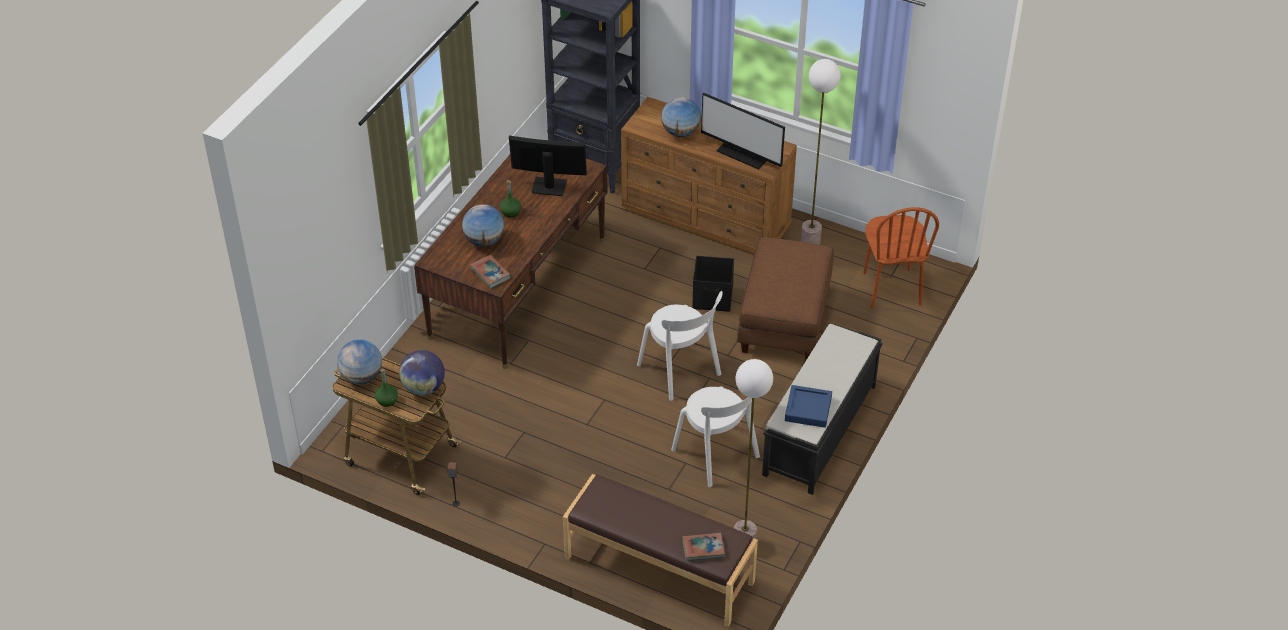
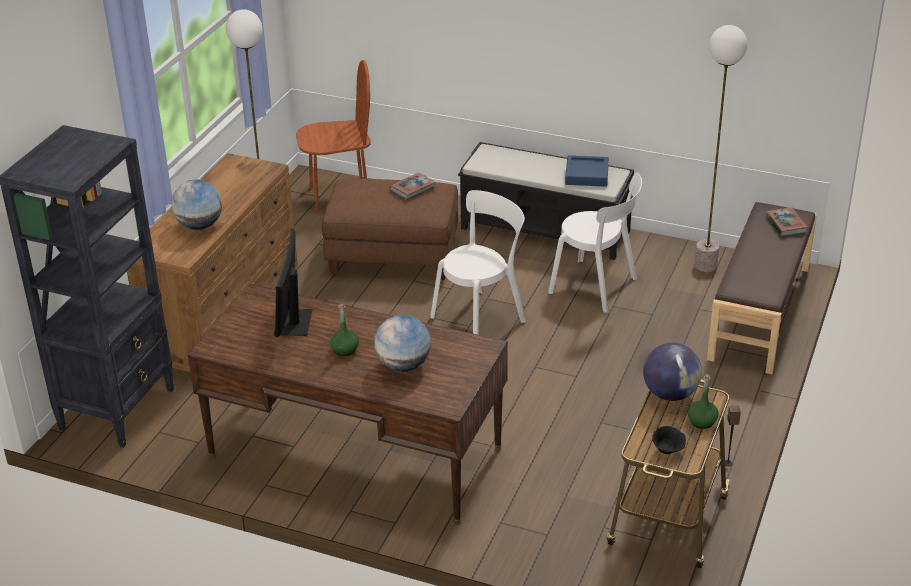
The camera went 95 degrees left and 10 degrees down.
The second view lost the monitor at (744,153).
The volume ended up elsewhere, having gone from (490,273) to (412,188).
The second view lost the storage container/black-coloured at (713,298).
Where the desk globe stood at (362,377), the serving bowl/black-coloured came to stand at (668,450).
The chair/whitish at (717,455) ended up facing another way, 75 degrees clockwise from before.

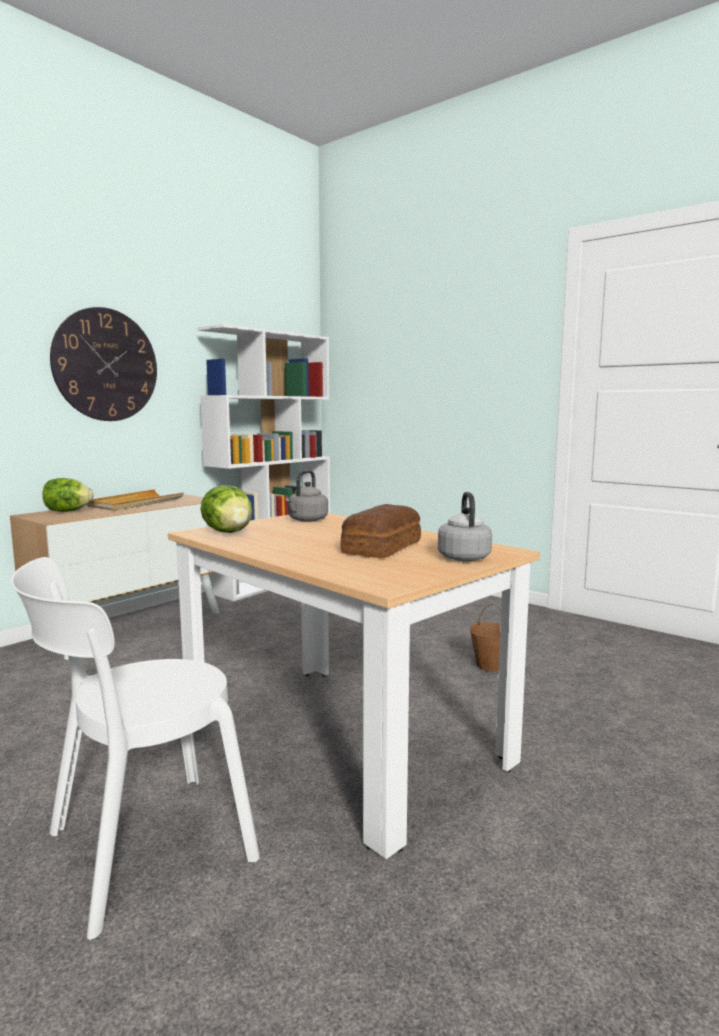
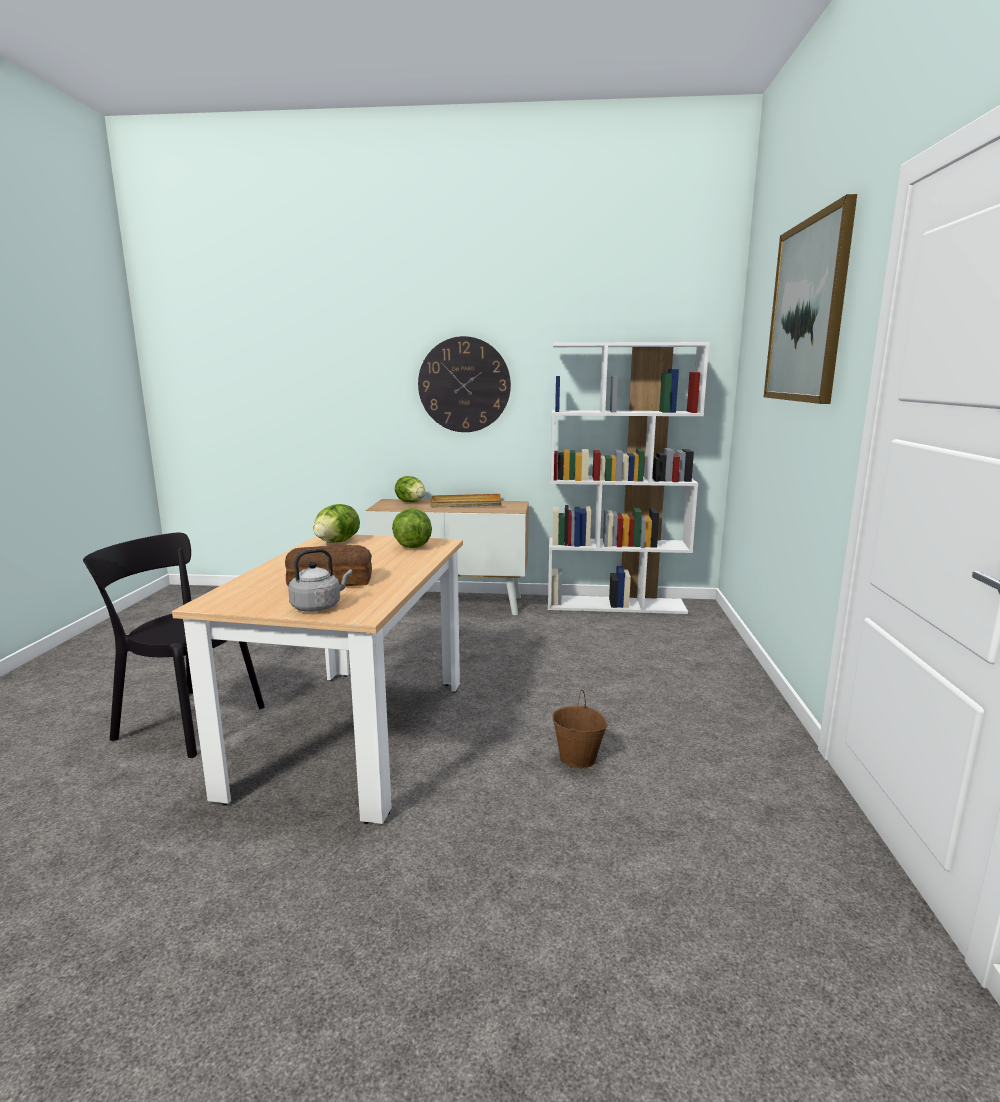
The camera went 55 degrees right and 5 degrees up.
Where the water kettle/greyish stood at (306,520), the lettuce head came to stand at (412,546).
What was the chair/whitish at (140,850) turned into the chair/black-coloured at (185,721).
The second view gained the wall art at (807,311).

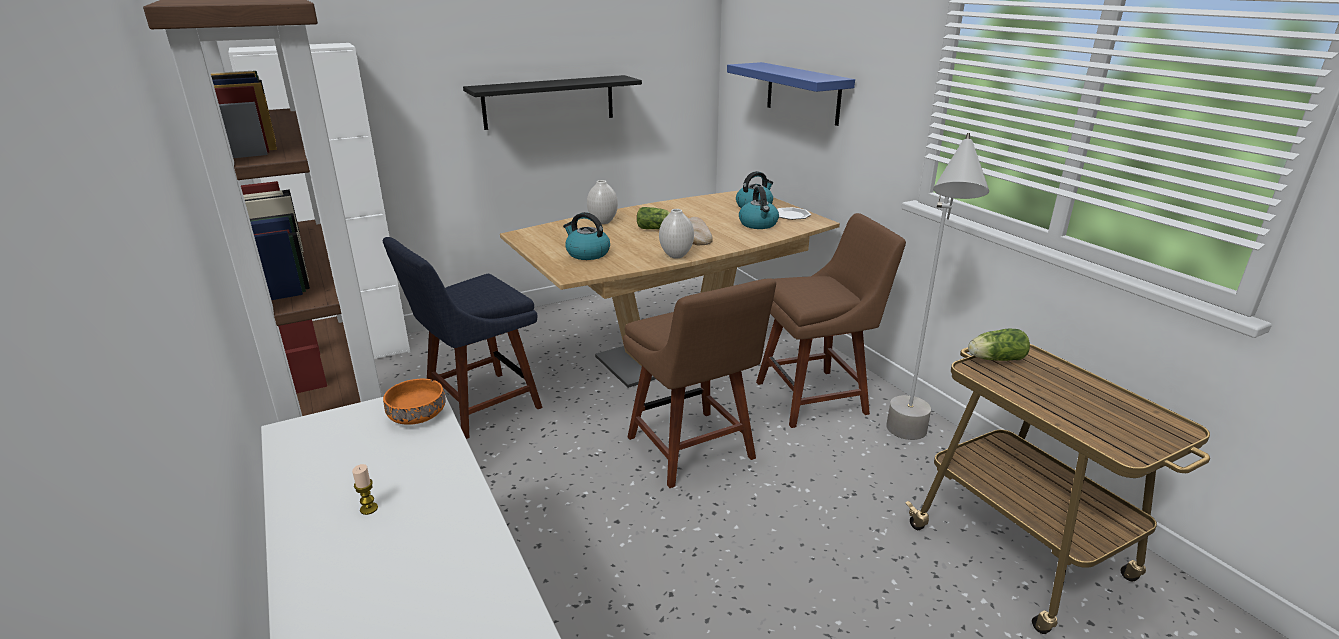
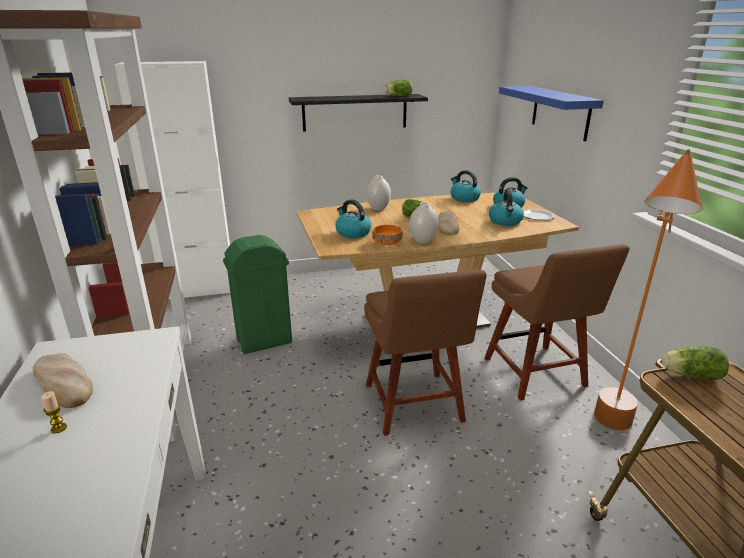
The camera went 15 degrees right and 0 degrees up.
What was the standard lamp/greyish at (908,447) turned into the standard lamp/orangey at (609,436).
The chair/brown-coloured at (816,396) ended up facing another way, 75 degrees clockwise from before.
Where the chair/blue stood at (477,406), the trash can/green came to stand at (263,341).
The serving bowl/orangey ended up elsewhere, having gone from (416,416) to (386,242).
The second view gained the lettuce head at (397,96).
The second view gained the water kettle at (464,198).
The second view gained the bakery bread at (64,383).

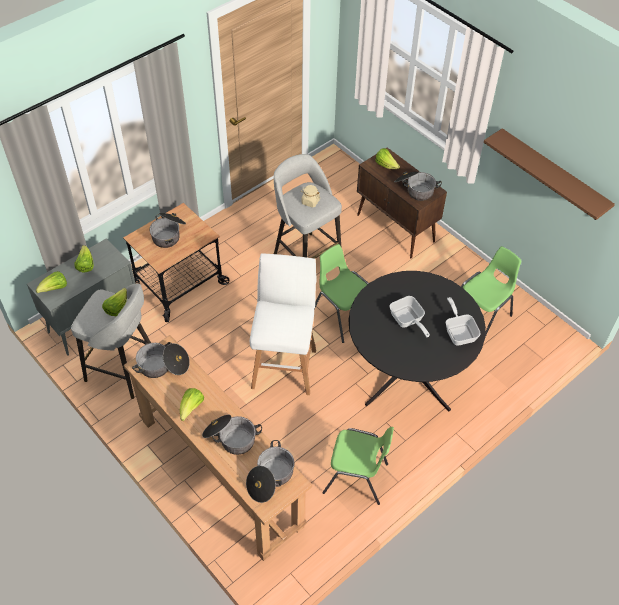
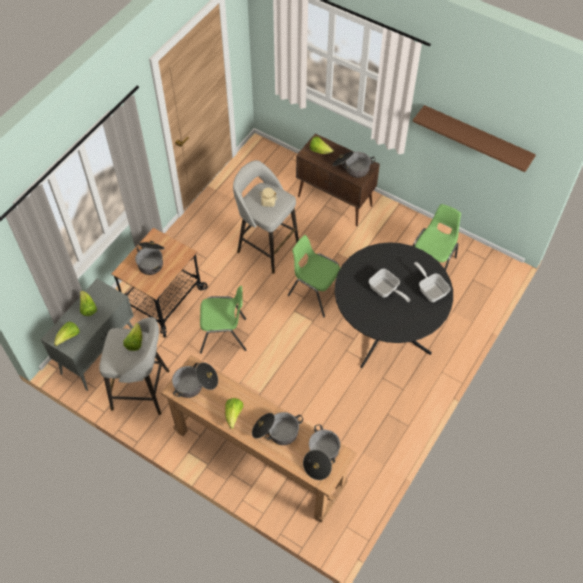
The camera went 15 degrees left and 5 degrees up.
The second view lost the stool/whitish at (284,366).
The chair/green ended up elsewhere, having gone from (356,478) to (224,335).

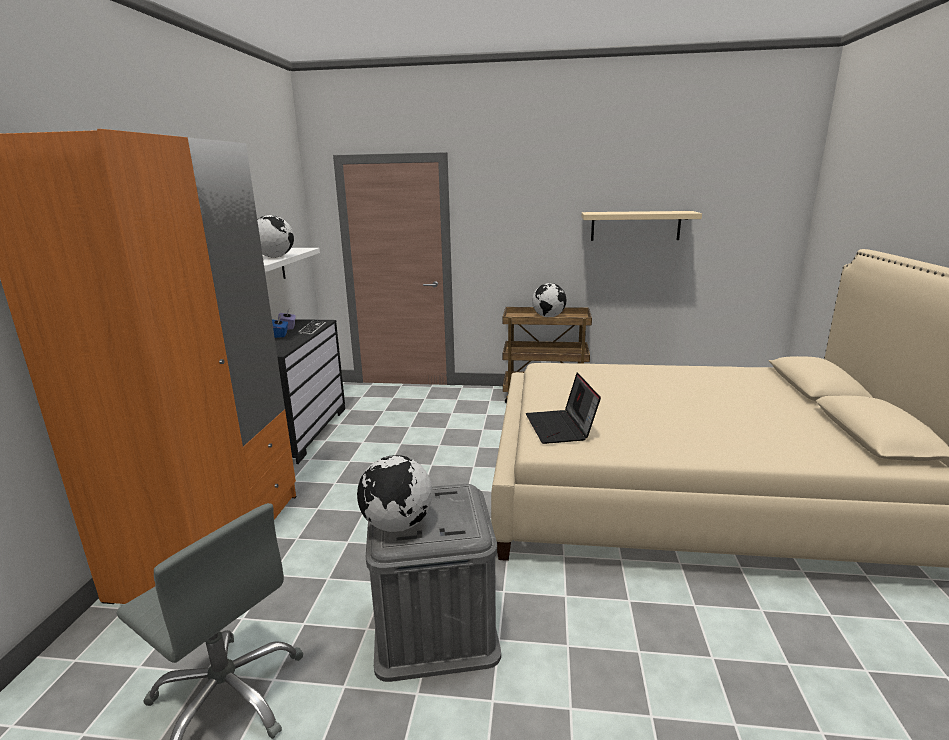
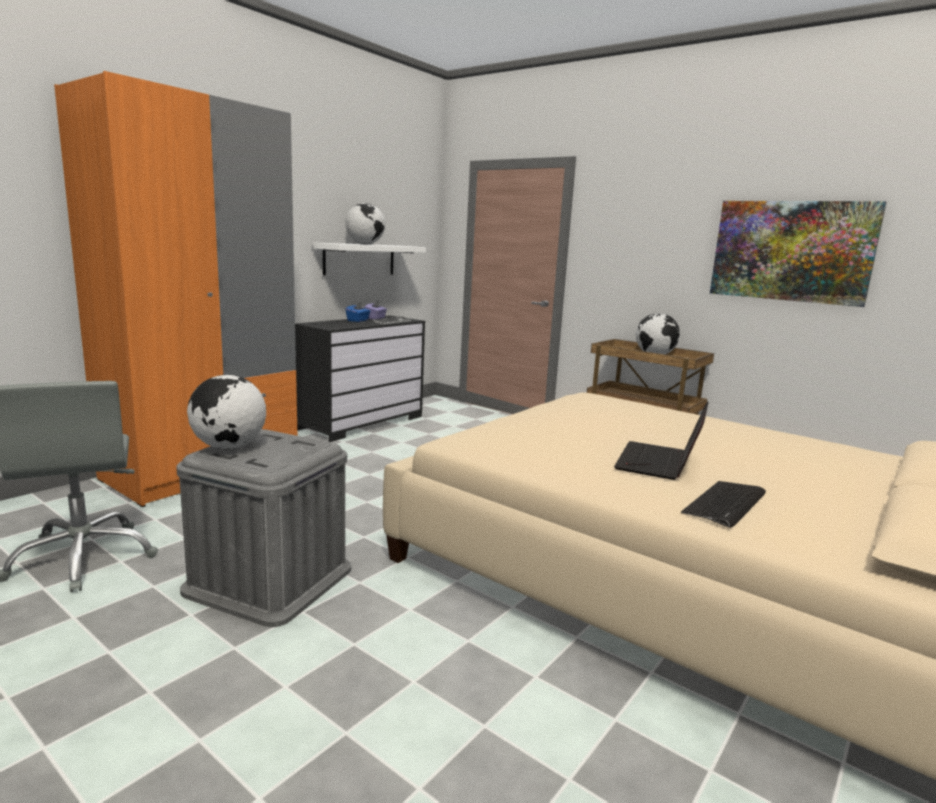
The camera went 30 degrees right and 5 degrees down.
Where the shelf/sand-coloured hung at (635,226), the wall art came to hang at (791,251).
The portable computer ended up elsewhere, having gone from (561,427) to (659,463).
The second view gained the keyboard at (725,504).

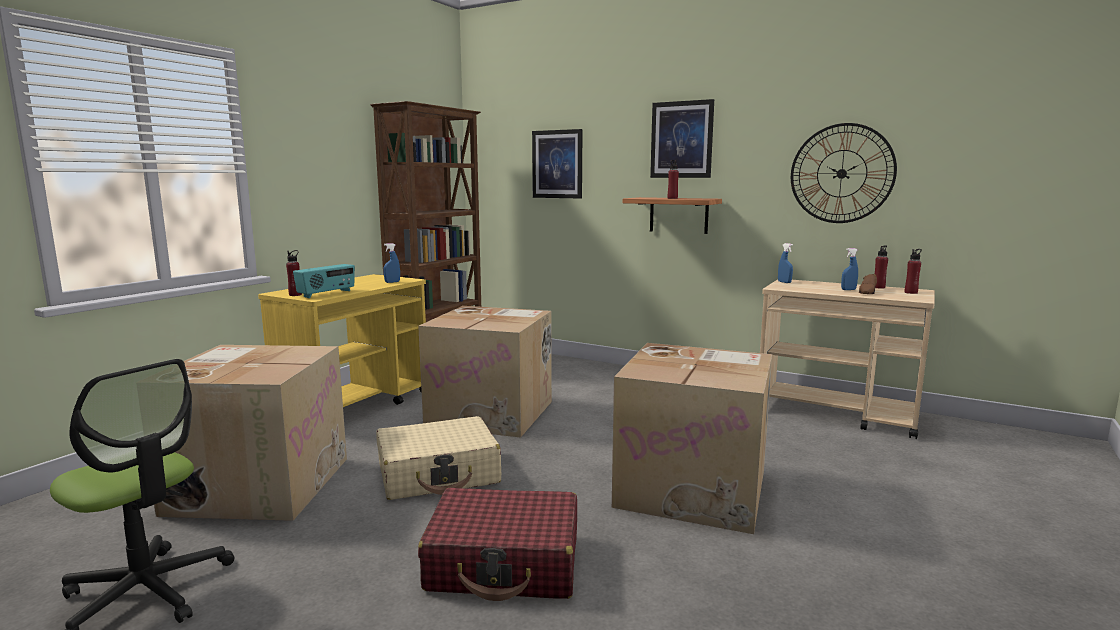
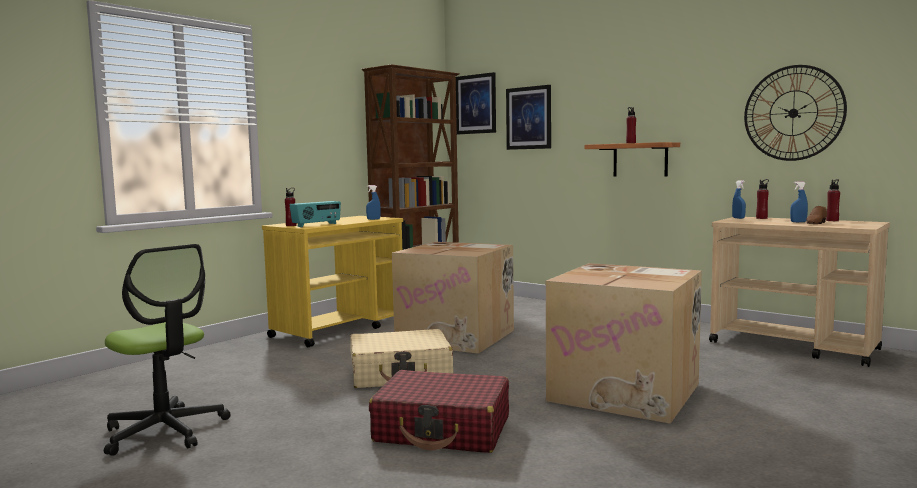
The camera went 10 degrees right and 5 degrees down.
The wall art ended up elsewhere, having gone from (681,139) to (476,104).
The drink bottle/red-coloured ended up elsewhere, having gone from (911,292) to (761,218).
The second view lost the carton at (259,484).

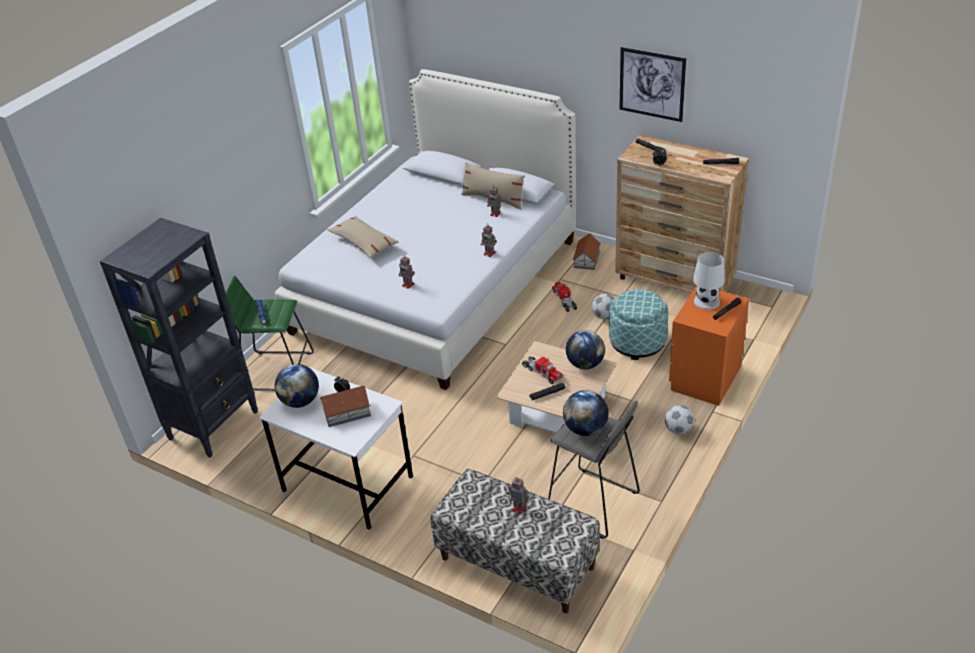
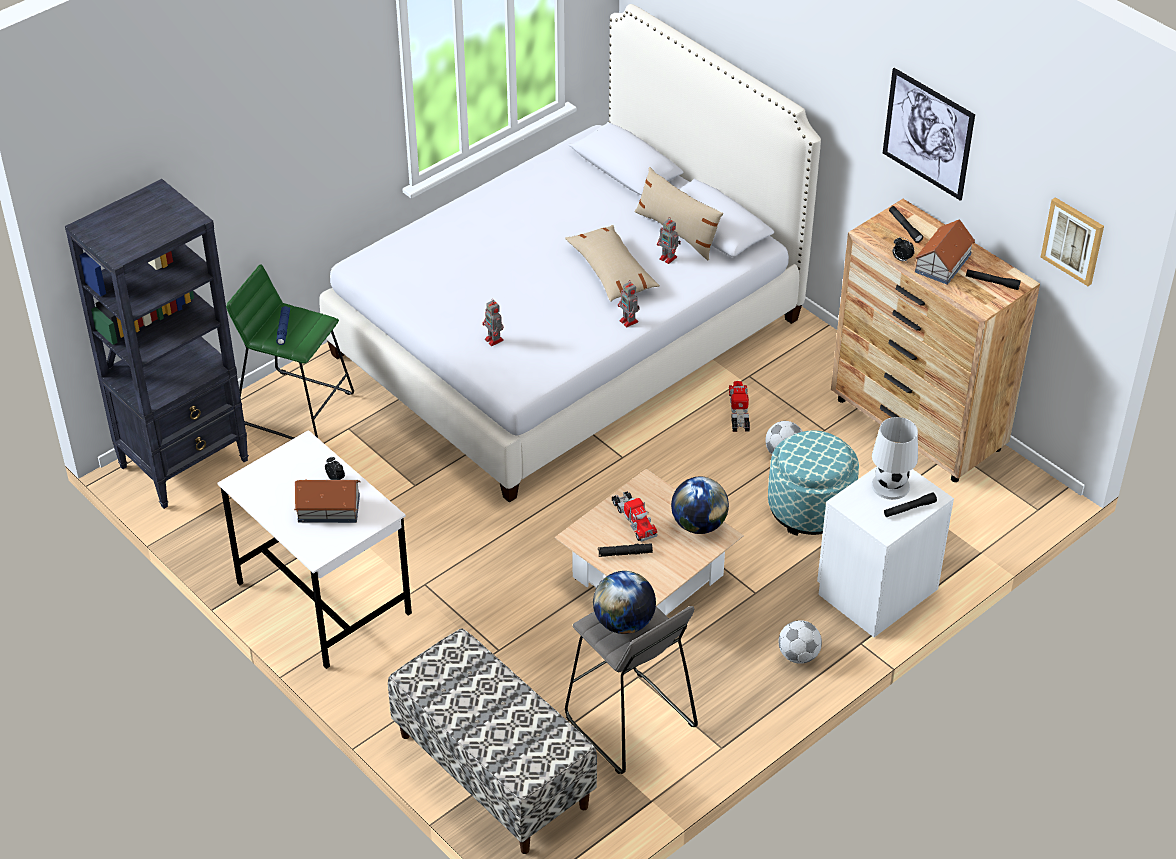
The camera went 15 degrees right and 5 degrees up.
The pillow/sand-coloured ended up elsewhere, having gone from (364,243) to (611,271).
The miniature house ended up elsewhere, having gone from (587,259) to (943,263).
What was the nightstand/orangey at (704,378) turned into the nightstand/whitish at (876,590).
The second view lost the desk globe at (300,401).
The second view lost the model robot at (518,508).
The second view gained the wall art at (1073,240).

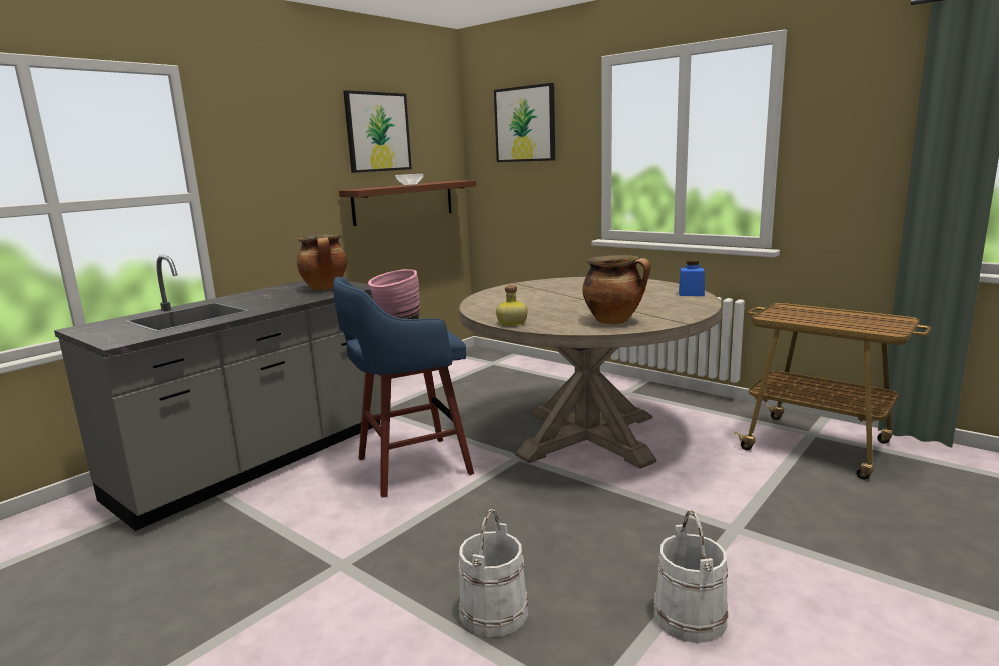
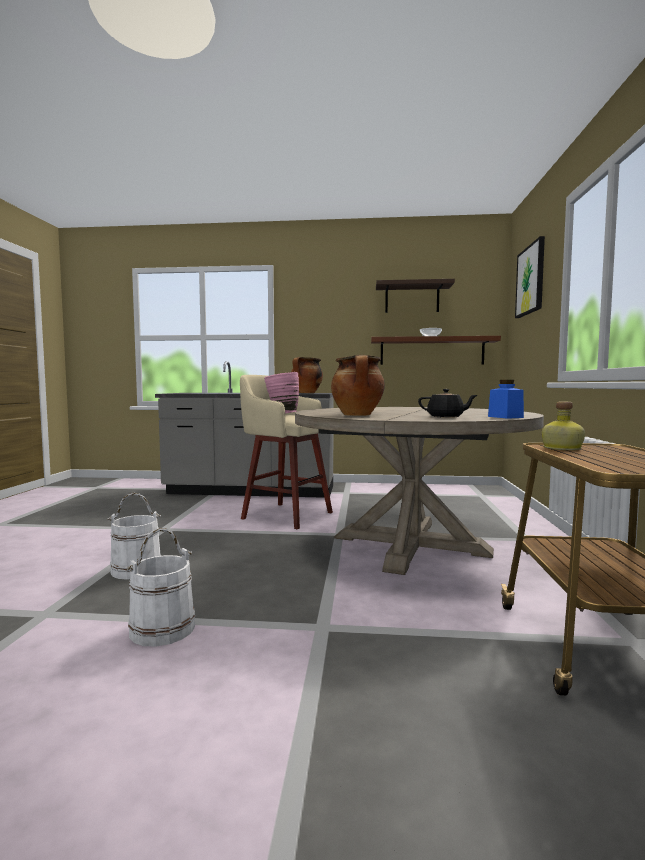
The camera went 55 degrees right and 10 degrees down.
Where the wall art hung at (377,132), the shelf came to hang at (412,298).
What was the stool/blue at (409,467) turned into the stool/sand-coloured at (285,515).
The drink bottle ended up elsewhere, having gone from (511,323) to (560,448).
The second view gained the tea pot/black-coloured at (446,417).

